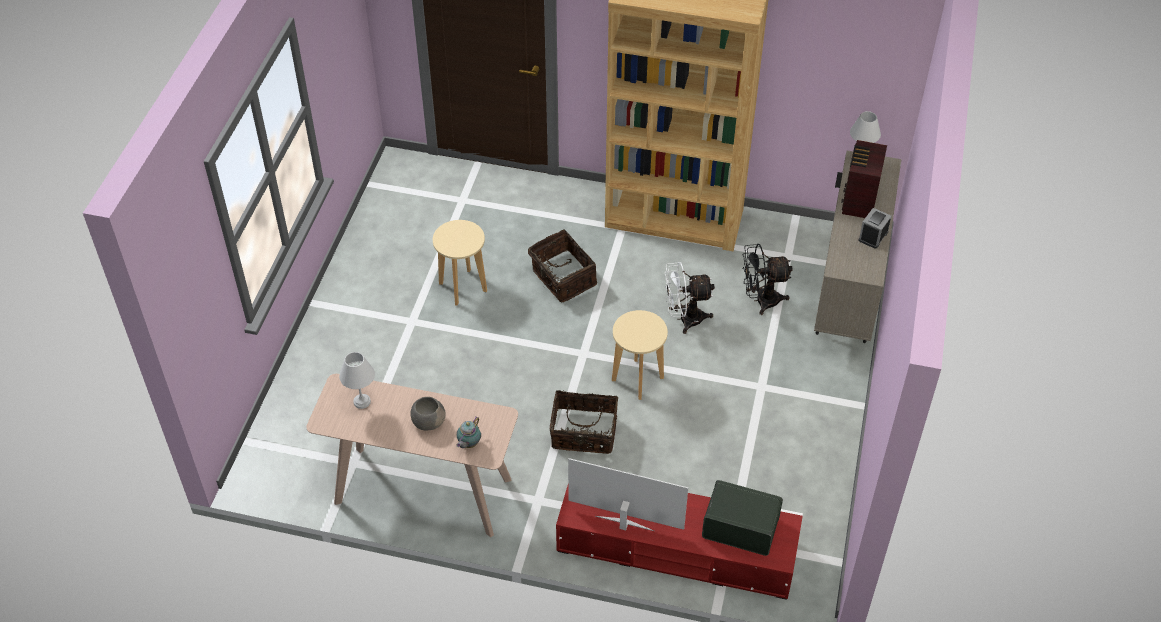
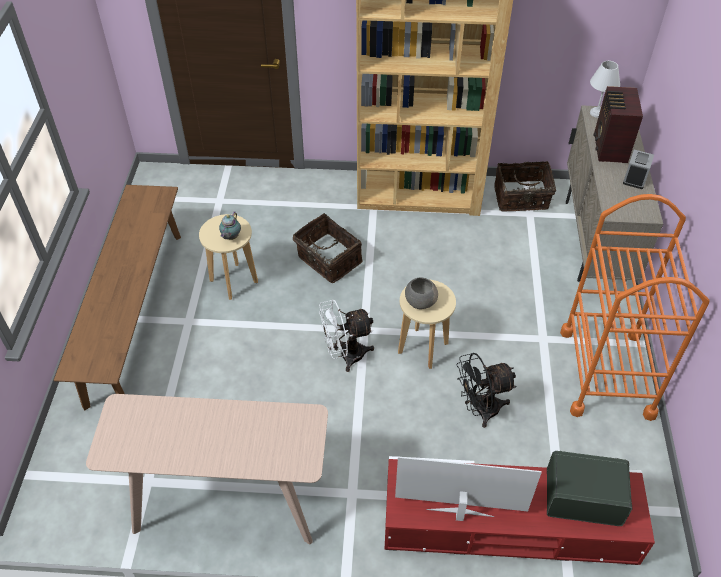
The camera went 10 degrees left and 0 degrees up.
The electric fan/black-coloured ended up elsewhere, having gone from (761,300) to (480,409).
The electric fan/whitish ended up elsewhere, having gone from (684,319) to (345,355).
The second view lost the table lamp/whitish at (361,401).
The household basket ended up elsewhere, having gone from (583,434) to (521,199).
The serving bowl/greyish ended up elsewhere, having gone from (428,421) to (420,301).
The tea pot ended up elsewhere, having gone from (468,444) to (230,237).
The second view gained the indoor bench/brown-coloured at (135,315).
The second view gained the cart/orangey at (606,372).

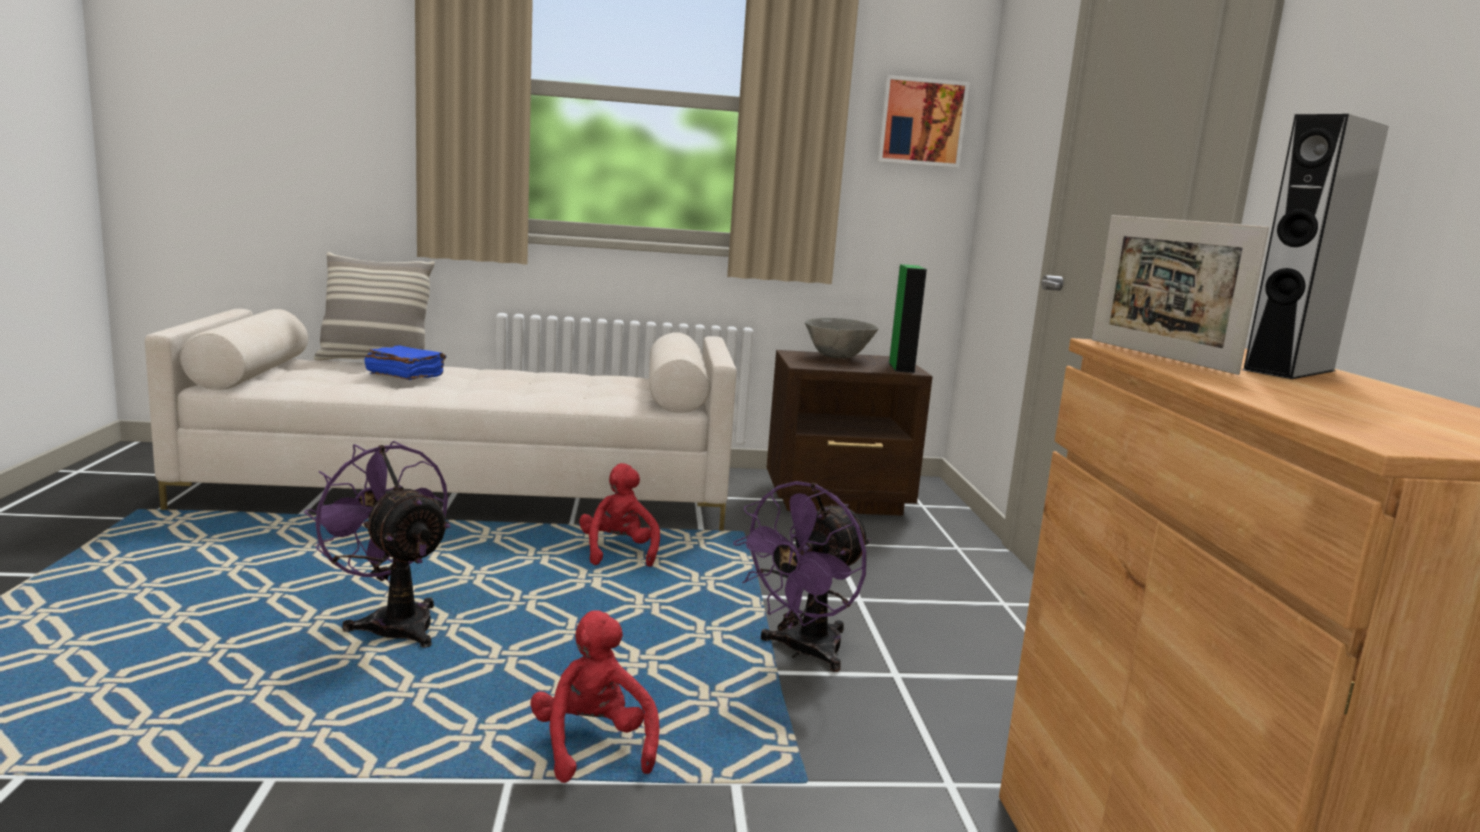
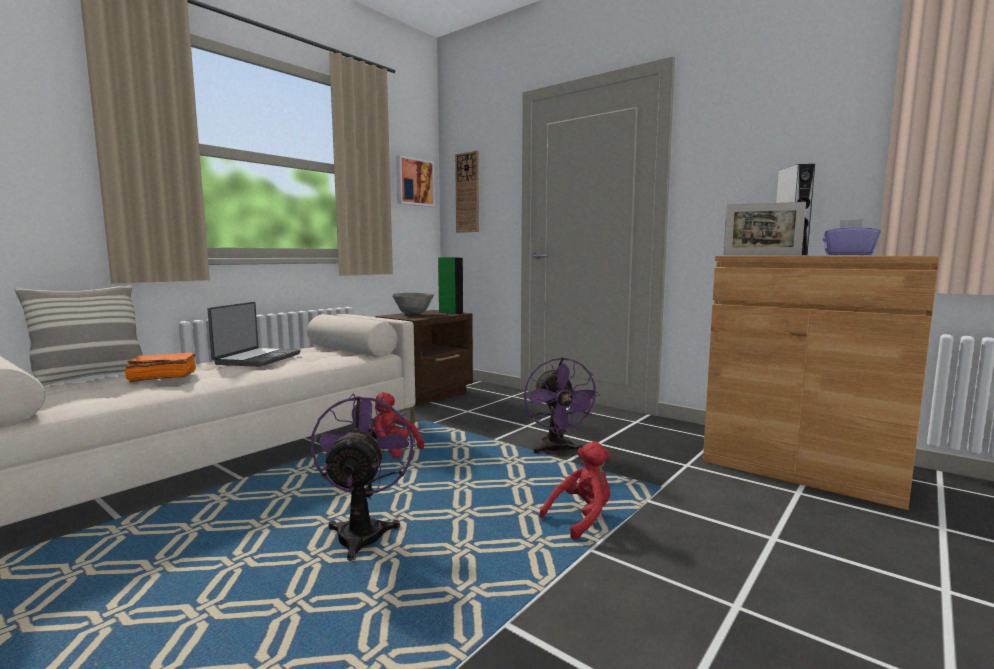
The camera went 45 degrees left and 5 degrees down.
What was the volume/blue at (405,376) turned into the volume/orangey at (162,377).
The electric fan/purplish at (393,622) ended up facing another way, 90 degrees clockwise from before.
The plush toy/red-coloured at (593,745) ended up facing another way, 120 degrees clockwise from before.
The second view gained the hanging clock at (467,192).
The second view gained the tissue box/purplish at (848,255).
The second view gained the portable computer at (257,359).

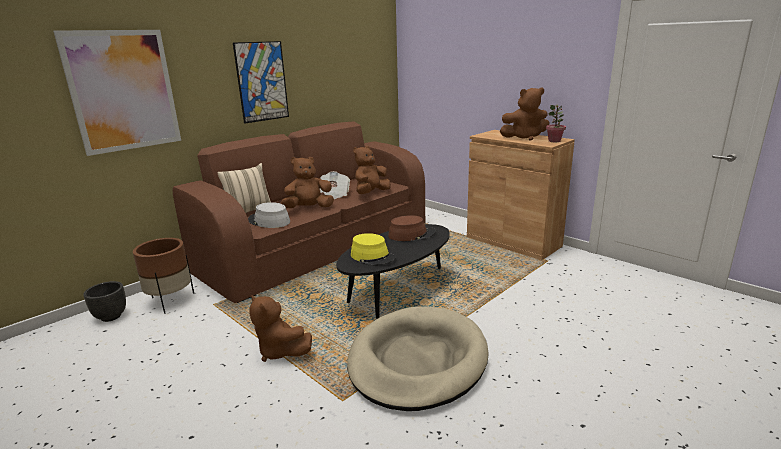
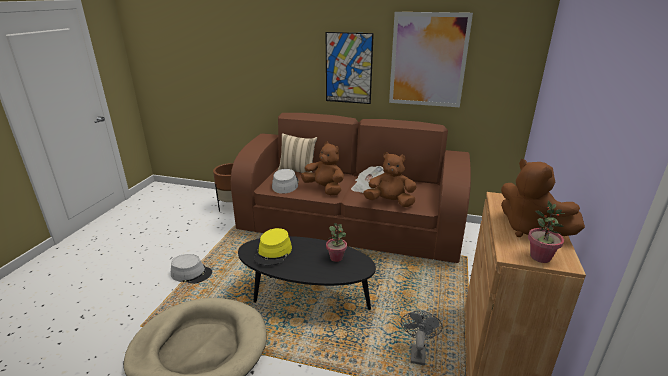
The camera went 60 degrees right and 5 degrees up.
The wall art ended up elsewhere, having gone from (123,91) to (428,60).
Where the hat/brown-coloured stood at (411,234), the potted plant came to stand at (336,258).
The second view lost the plant pot/black-coloured at (110,317).
Where the plush toy/brown-coloured stood at (280,351), the hat/greyish came to stand at (191,273).
The second view gained the electric fan/greyish at (417,352).

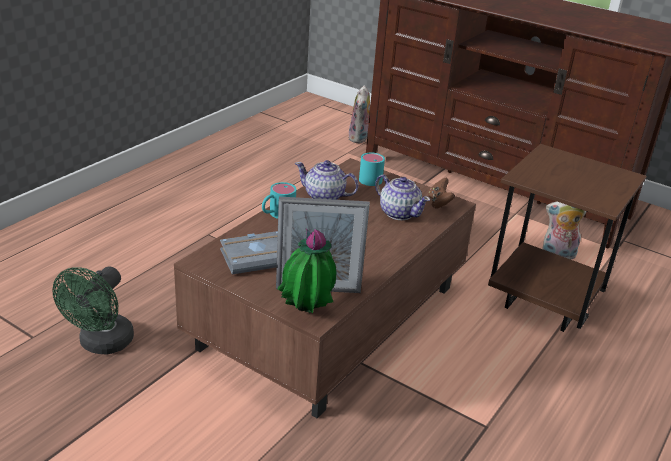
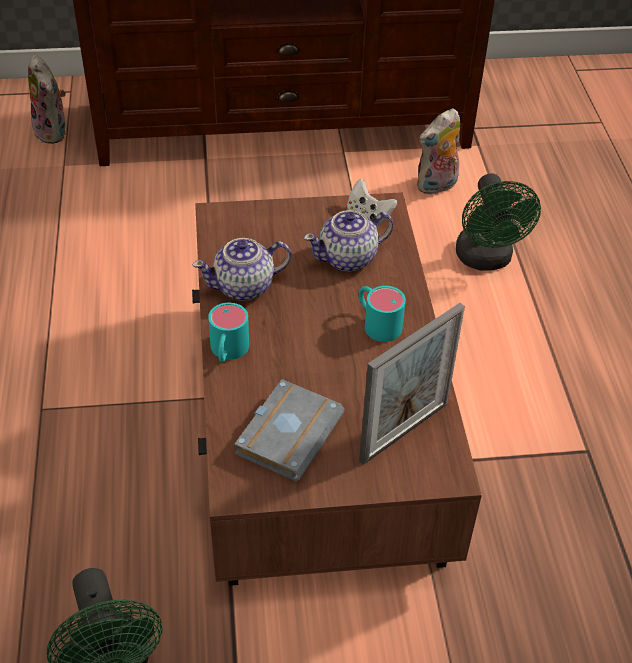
The camera went 40 degrees left and 15 degrees up.
Where the accent table/brown-coloured stood at (544,302), the electric fan/green came to stand at (486,260).
The coffee mug/turquoise-coloured ended up elsewhere, having gone from (370,177) to (377,322).
The tea pot at (399,213) ended up facing another way, 150 degrees clockwise from before.
What was the gamepad/brown-coloured at (439,203) turned into the gamepad/whitish at (368,215).
The second view lost the potted plant at (306,314).

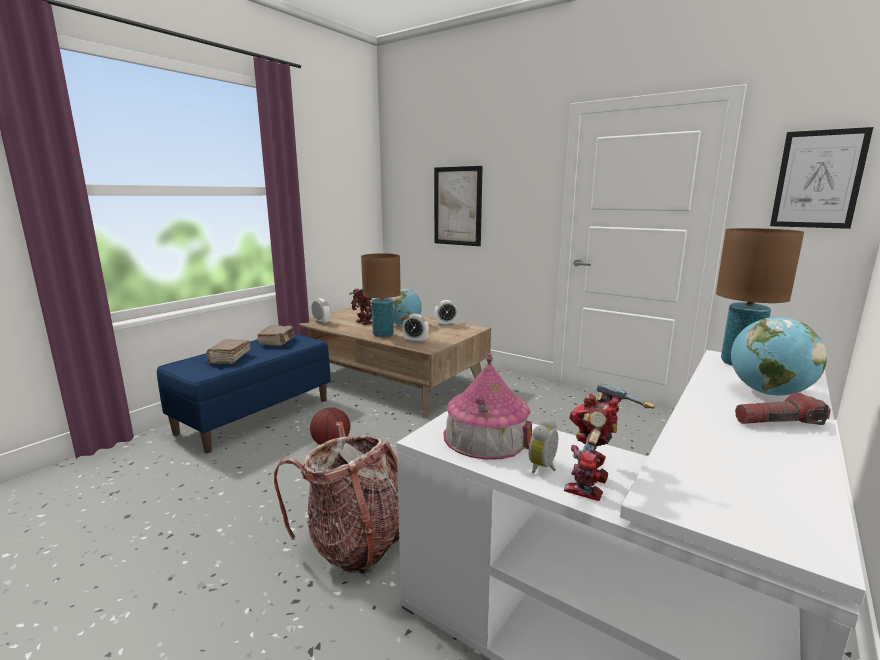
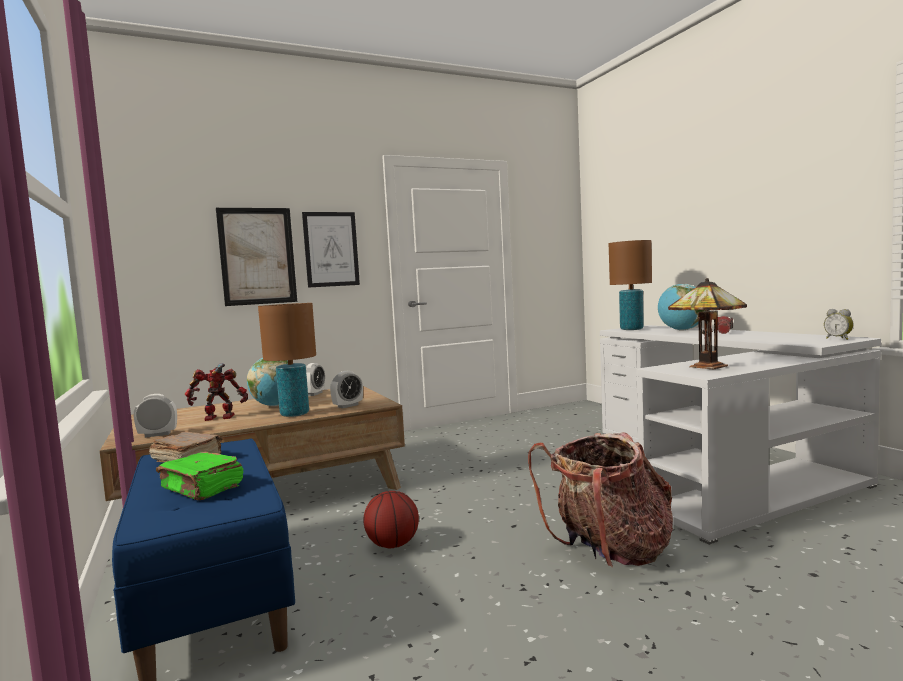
The camera went 60 degrees left and 10 degrees down.
The wall art ended up elsewhere, having gone from (818,179) to (331,249).
What was the volume/brown-coloured at (229,358) turned into the volume/green at (202,488).
Where the miniature house stood at (487,436), the table lamp came to stand at (705,367).
The second view lost the model robot at (591,485).
The table clock ended up elsewhere, having gone from (544,468) to (839,338).

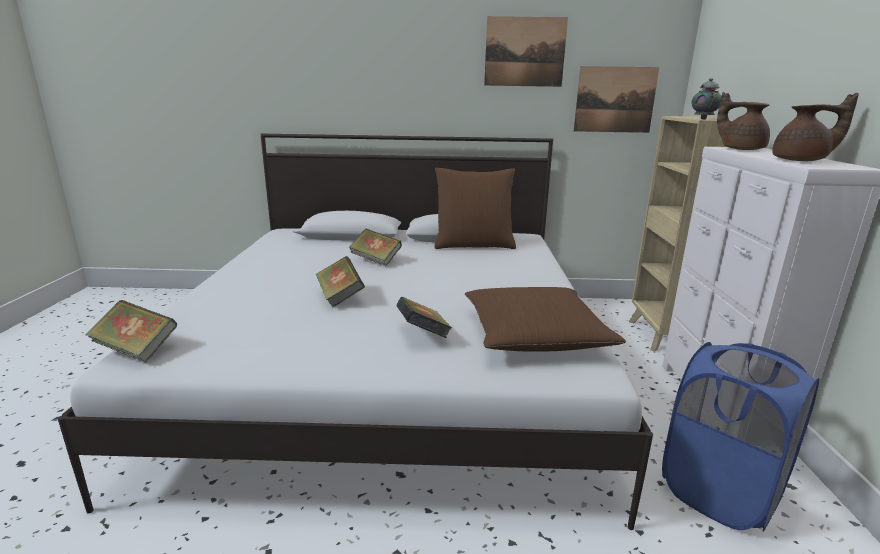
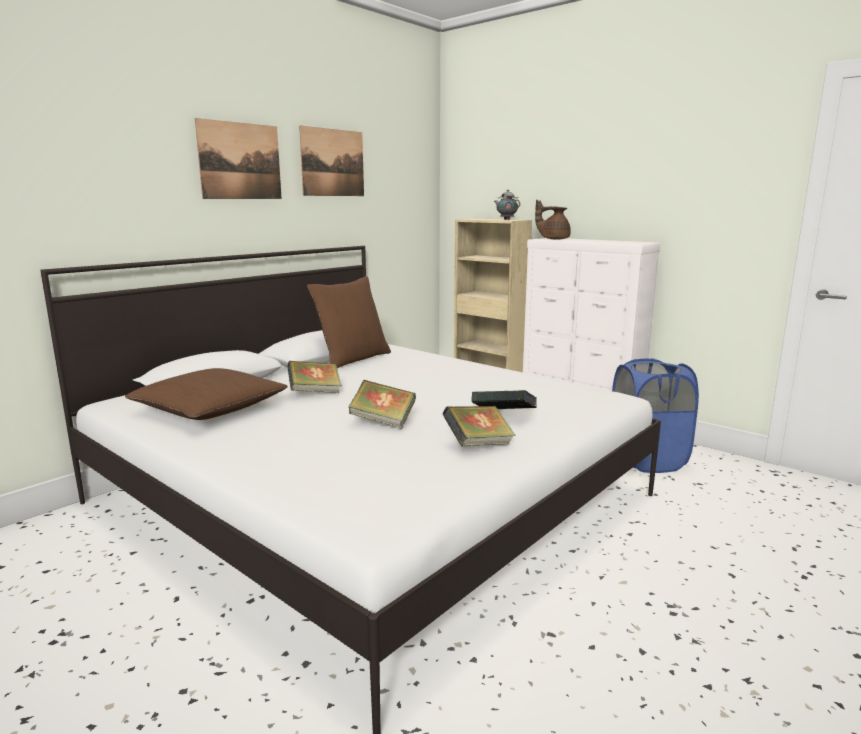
The camera went 50 degrees left and 5 degrees down.
The wall art ended up elsewhere, having gone from (615,100) to (240,161).
The second view lost the tea pot/brown-coloured at (801,160).
The pillow/brown-coloured ended up elsewhere, having gone from (534,335) to (209,410).
The volume ended up elsewhere, having gone from (136,350) to (478,444).

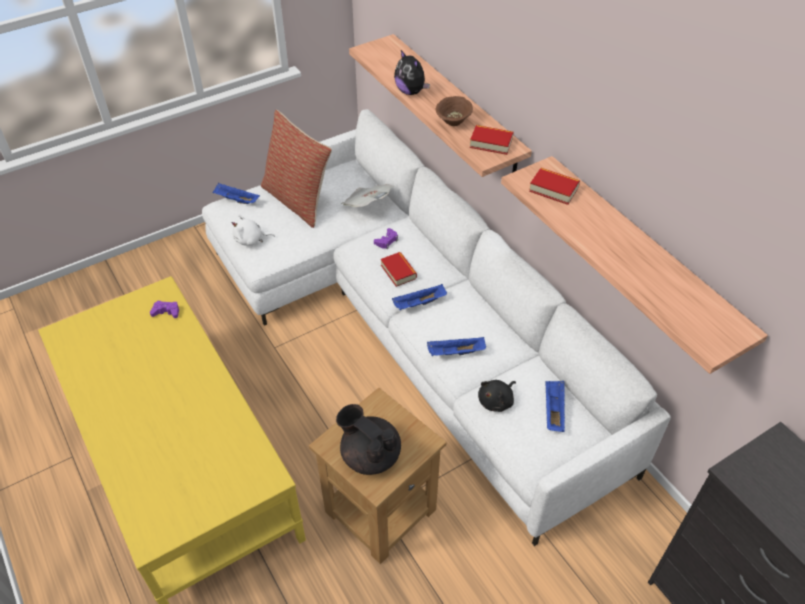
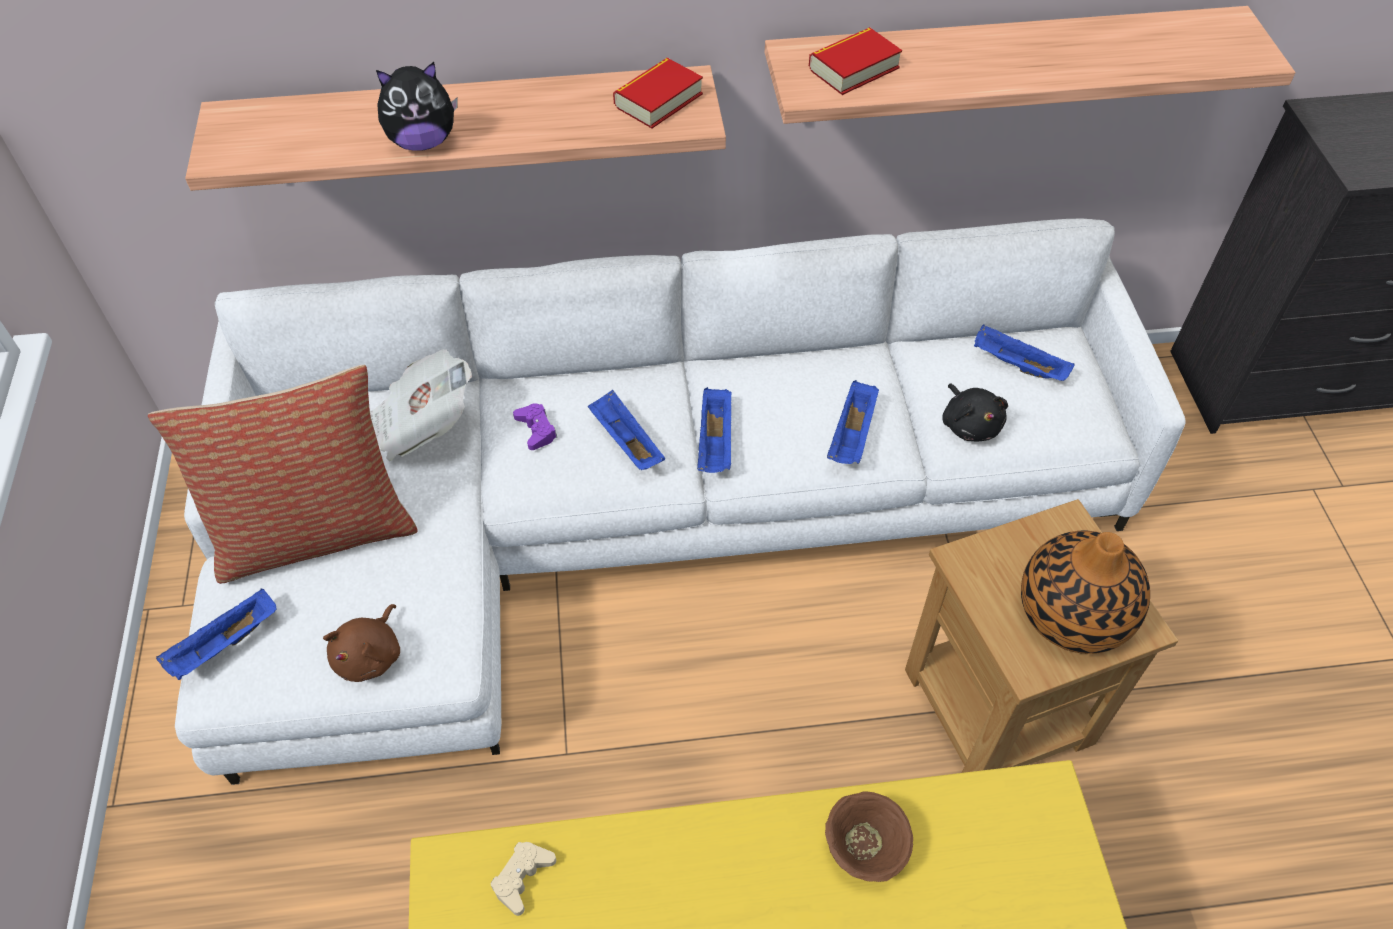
The camera went 65 degrees left and 5 degrees up.
The serving bowl/brown-coloured ended up elsewhere, having gone from (454,122) to (864,847).
What was the plush toy/whitish at (251,240) turned into the plush toy/brown-coloured at (371,655).
Where the volume stood at (398,272), the tray/blue came to stand at (625,441).
What was the gamepad/purplish at (166,312) turned into the gamepad/sand-coloured at (522,878).
Where the tea pot/black-coloured stood at (370,455), the flower vase came to stand at (1073,612).

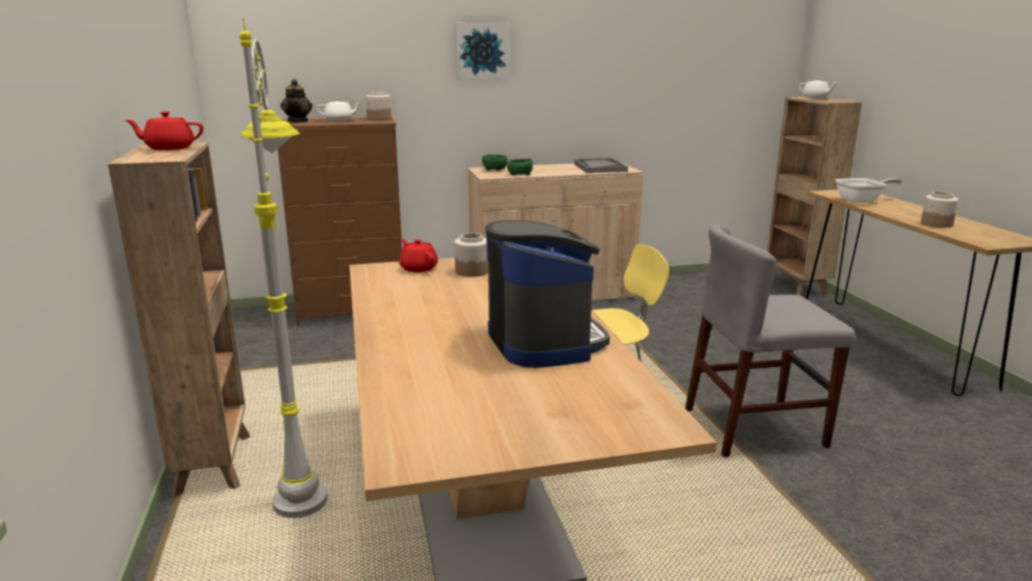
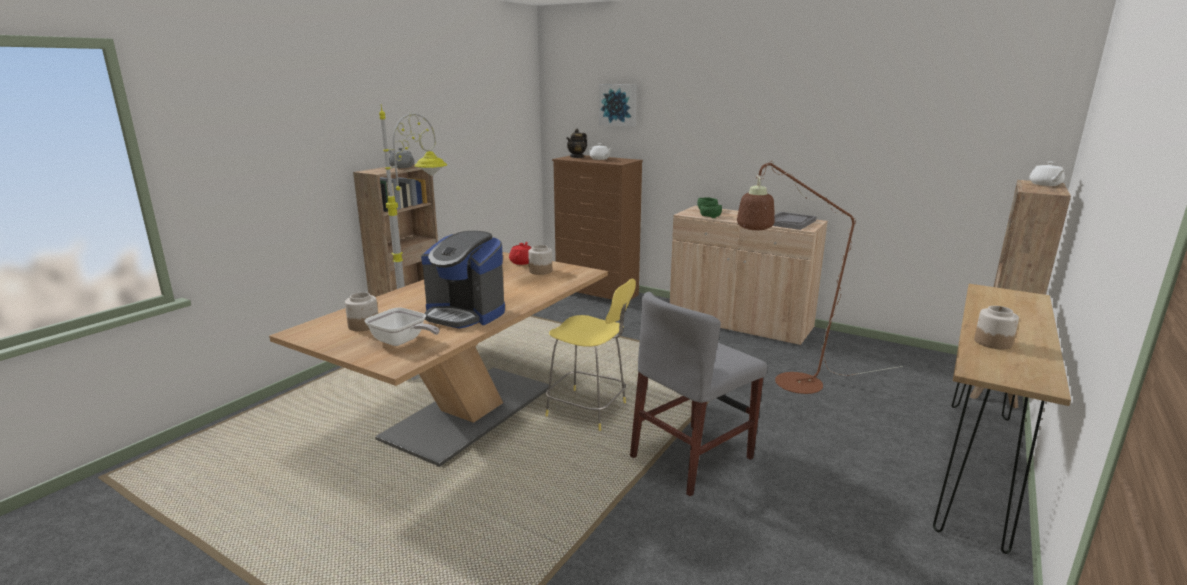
The camera went 45 degrees right and 0 degrees up.
The wall art ended up elsewhere, having gone from (482,50) to (618,105).
The jar ended up elsewhere, having gone from (379,119) to (363,325).
What was the tea pot/red-coloured at (169,148) turned into the tea pot/greyish at (401,167).
The skillet ended up elsewhere, having gone from (862,201) to (402,342).
The coffee brewer at (544,342) ended up facing another way, 90 degrees clockwise from before.
The chair/greyish at (754,427) ended up facing another way, 75 degrees counterclockwise from before.
The second view gained the standard lamp/brown-coloured at (788,384).

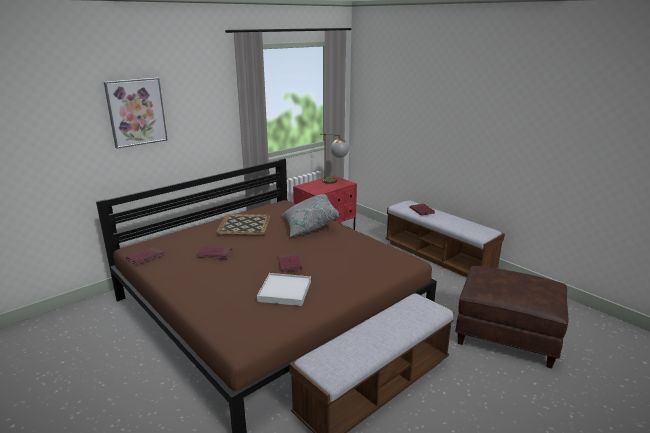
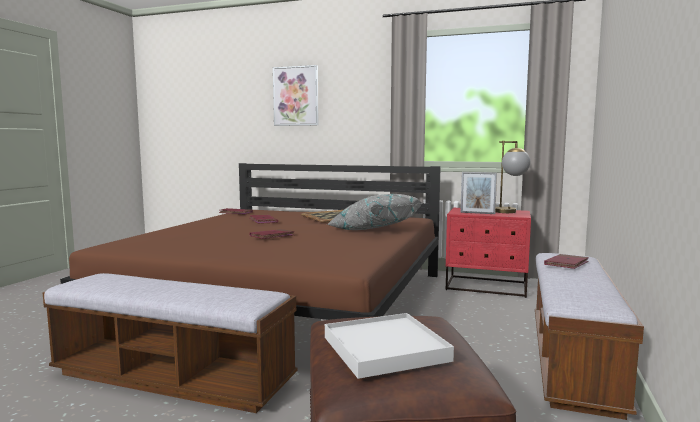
The camera went 60 degrees right and 15 degrees down.
The tray/whitish ended up elsewhere, having gone from (284,291) to (385,349).
The second view gained the picture frame at (477,213).

